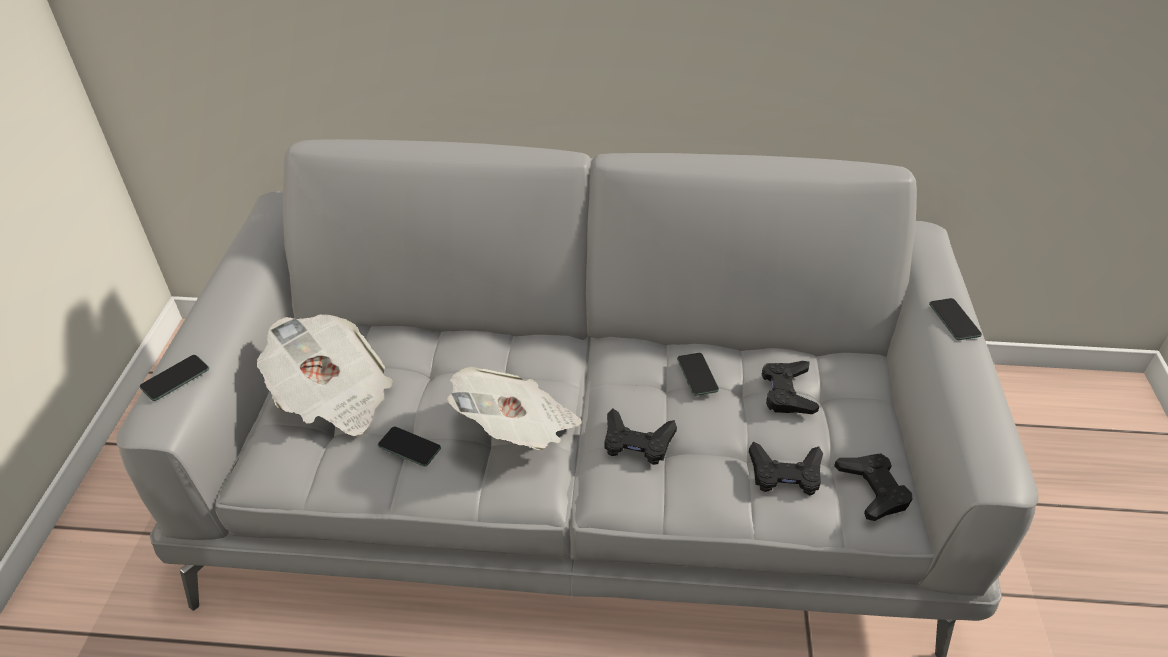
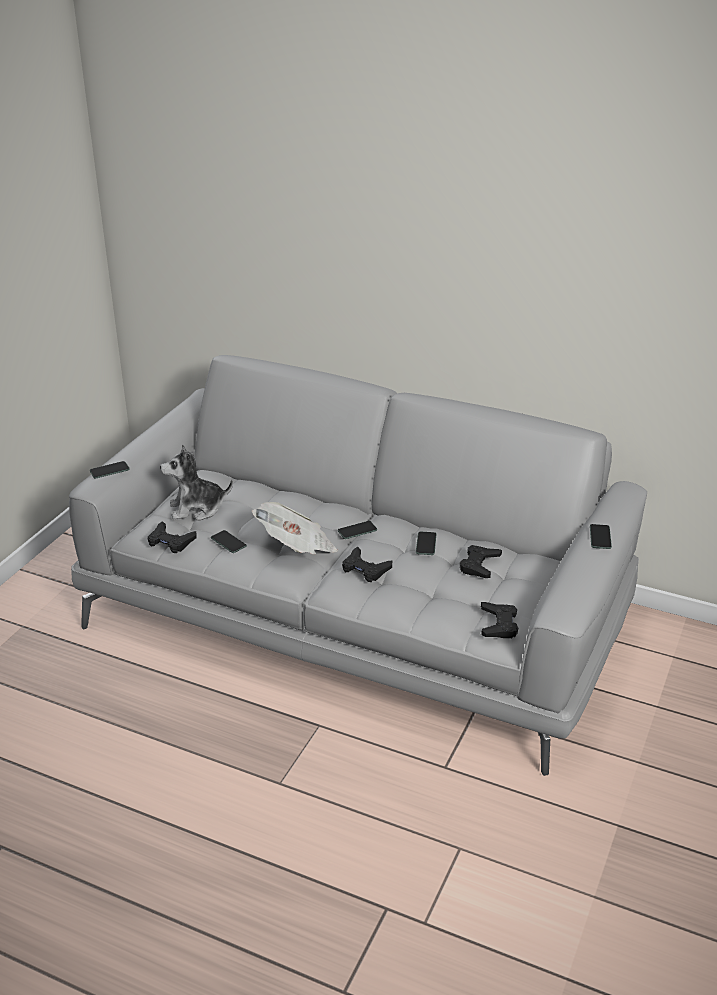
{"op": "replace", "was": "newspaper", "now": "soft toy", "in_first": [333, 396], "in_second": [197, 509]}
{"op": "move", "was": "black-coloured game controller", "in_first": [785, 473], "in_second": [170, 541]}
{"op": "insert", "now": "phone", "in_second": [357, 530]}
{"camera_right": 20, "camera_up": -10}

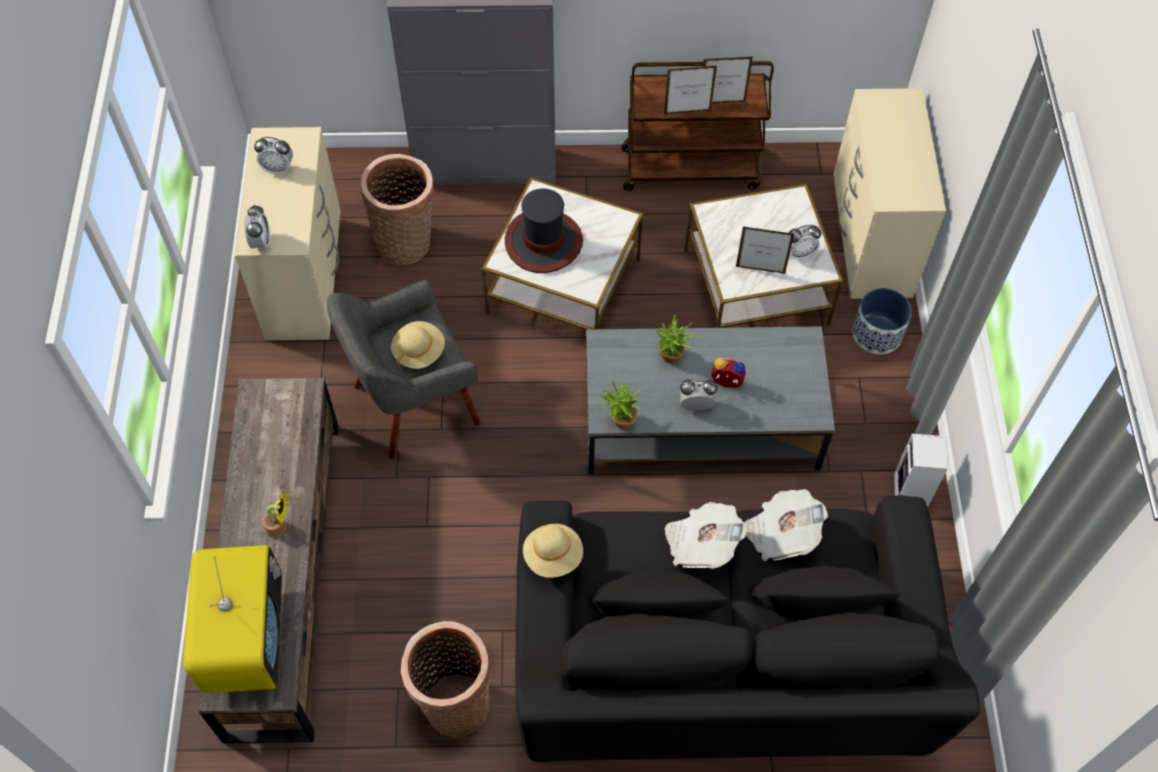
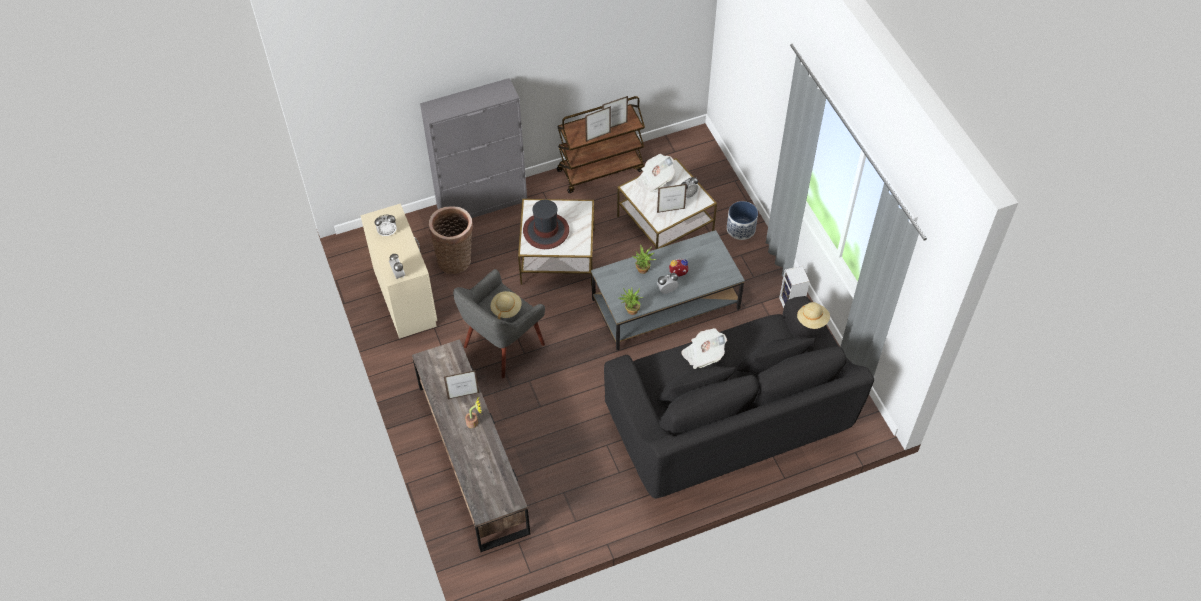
{"op": "delete", "was": "sand-coloured dresser", "in_first": [869, 239]}
{"op": "move", "was": "newspaper", "in_first": [781, 533], "in_second": [654, 179]}
{"op": "move", "was": "sand-coloured clothing hat", "in_first": [553, 556], "in_second": [812, 320]}
{"op": "delete", "was": "TV", "in_first": [245, 637]}
{"op": "delete", "was": "storage basket", "in_first": [453, 701]}
{"op": "insert", "now": "standing frame", "in_second": [463, 396]}
{"camera_right": -20, "camera_up": -5}

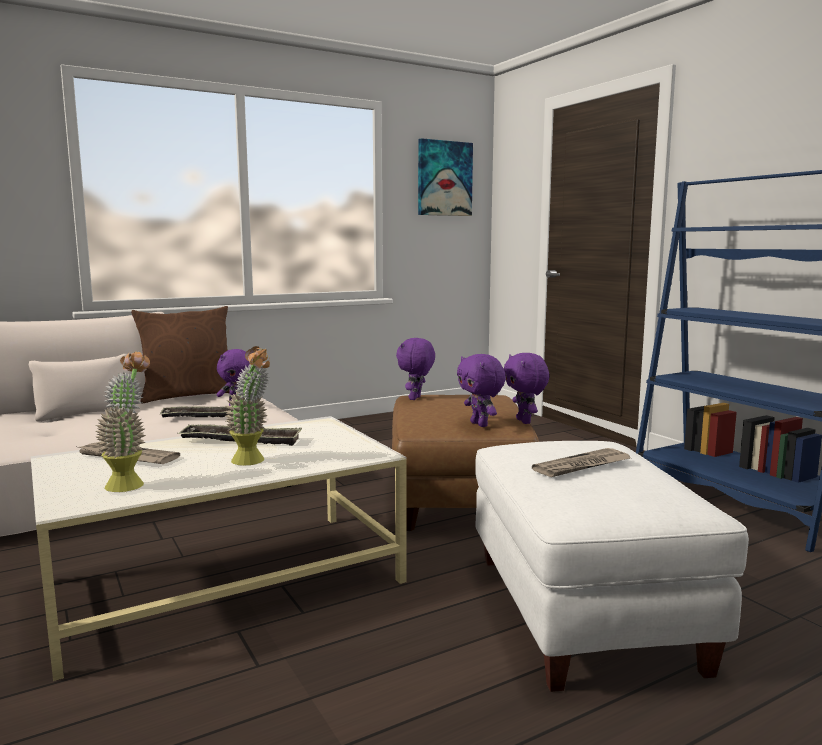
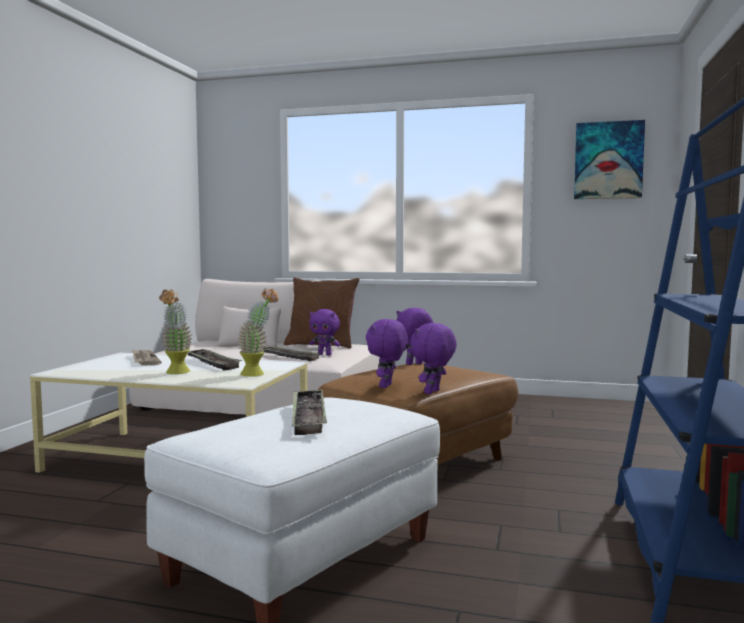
{"op": "move", "was": "houseplant", "in_first": [130, 482], "in_second": [258, 373]}
{"op": "replace", "was": "newspaper", "now": "serving tray", "in_first": [582, 466], "in_second": [308, 417]}
{"camera_right": 45, "camera_up": -5}

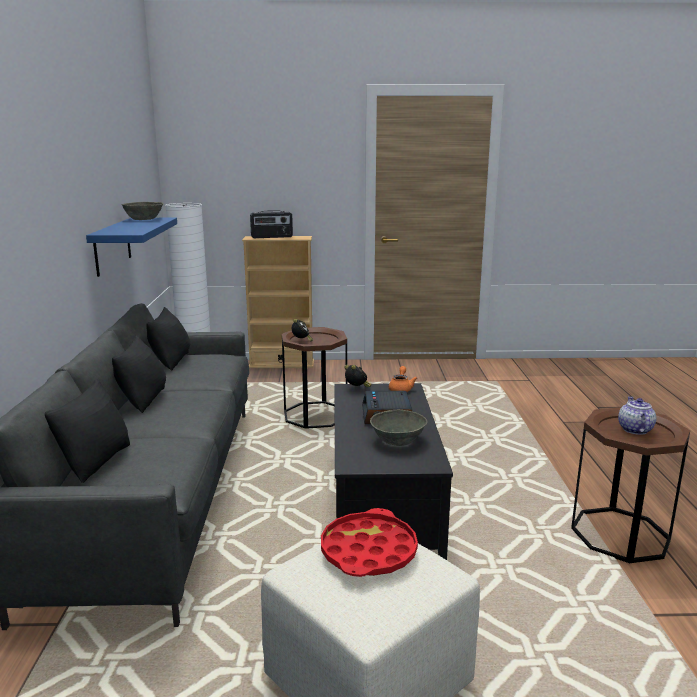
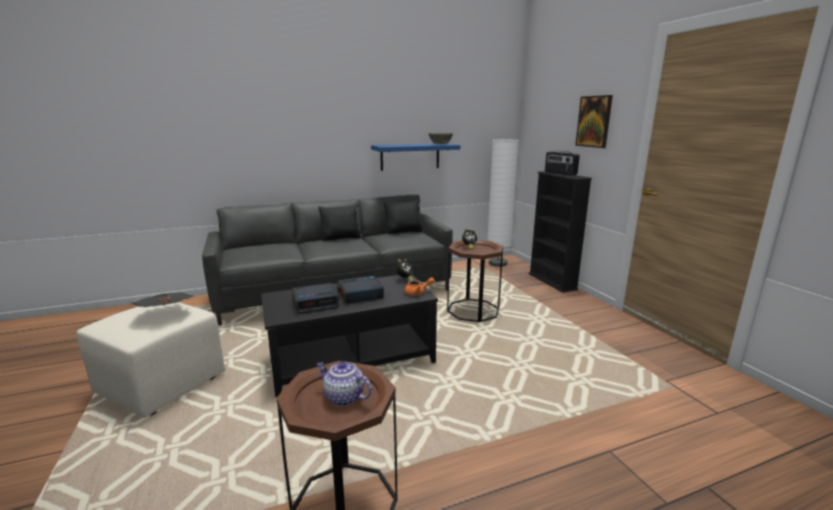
{"op": "recolor", "was": "sand-coloured shelving unit", "now": "black-coloured shelving unit", "in_first": [281, 364], "in_second": [552, 281]}
{"op": "delete", "was": "black-coloured throw pillow", "in_first": [96, 461]}
{"op": "rotate", "was": "tea pot", "in_first": [634, 429], "in_second": [343, 397], "clockwise": -135}
{"op": "replace", "was": "greyish bowl", "now": "bedside clock", "in_first": [397, 440], "in_second": [315, 303]}
{"op": "replace", "was": "red serving tray", "now": "newspaper", "in_first": [368, 551], "in_second": [166, 313]}
{"op": "insert", "now": "picture", "in_second": [594, 121]}
{"camera_right": 70, "camera_up": 0}

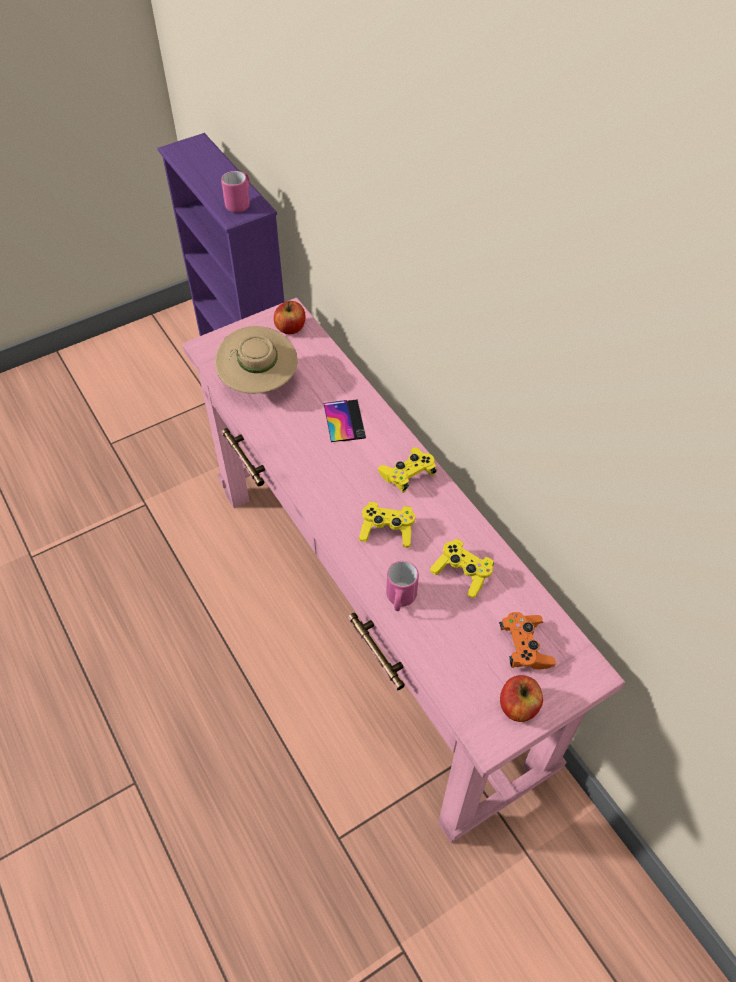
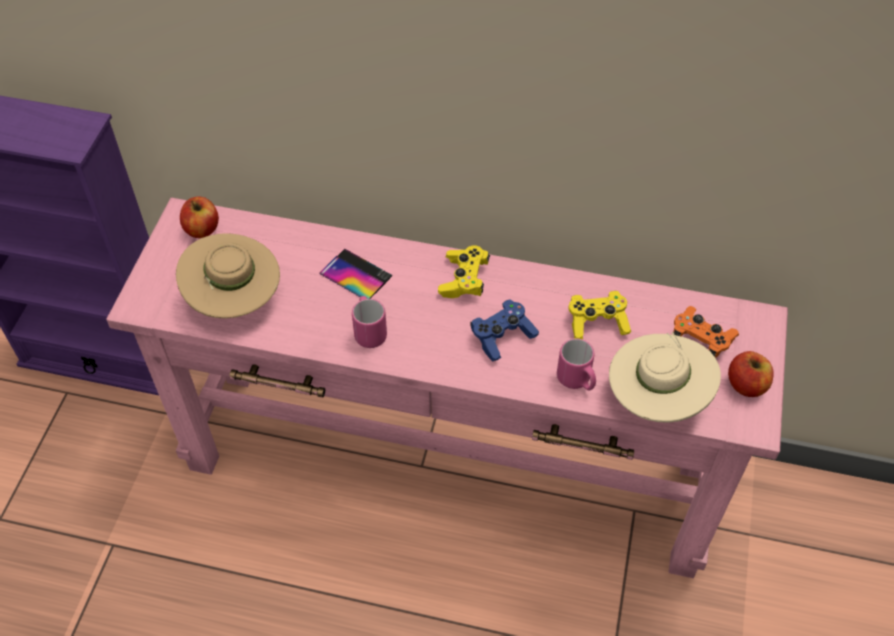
{"op": "move", "was": "pink mug", "in_first": [240, 203], "in_second": [369, 331]}
{"op": "recolor", "was": "yellowish game controller", "now": "blue game controller", "in_first": [387, 531], "in_second": [502, 337]}
{"op": "insert", "now": "sand-coloured clothing hat", "in_second": [656, 398]}
{"camera_right": -45, "camera_up": 0}

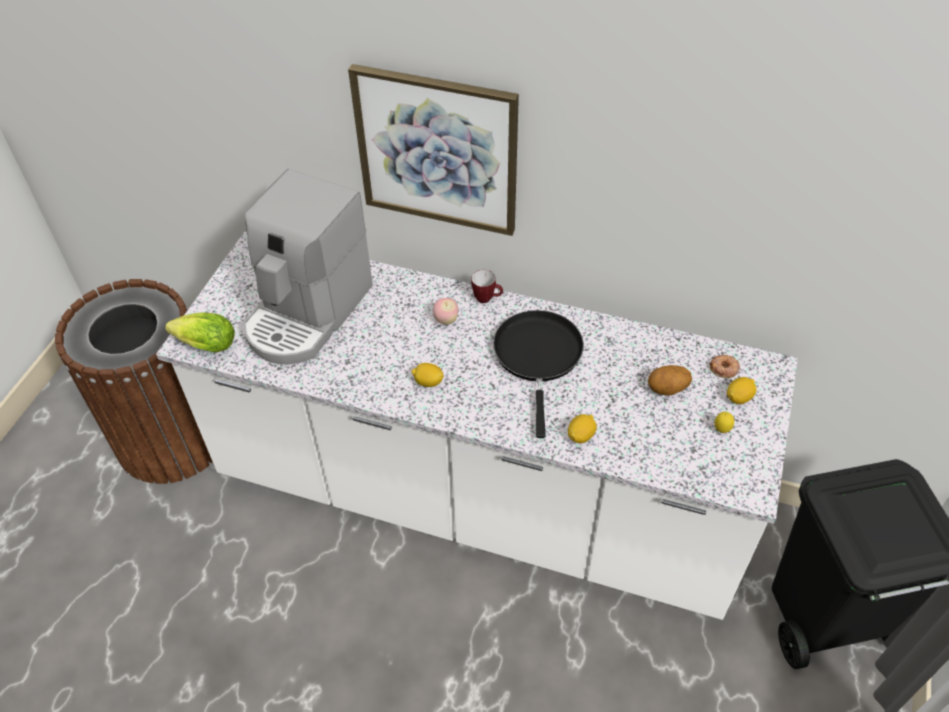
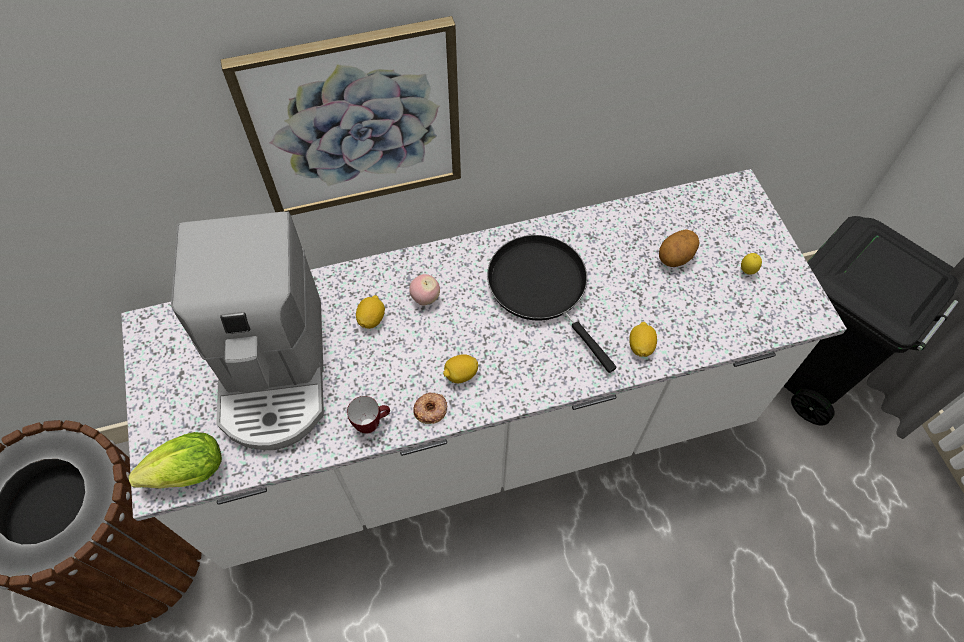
{"op": "move", "was": "mug", "in_first": [487, 299], "in_second": [372, 423]}
{"op": "move", "was": "doughnut", "in_first": [724, 368], "in_second": [431, 410]}
{"op": "move", "was": "whole lemon", "in_first": [739, 397], "in_second": [371, 319]}
{"camera_right": -35, "camera_up": 10}

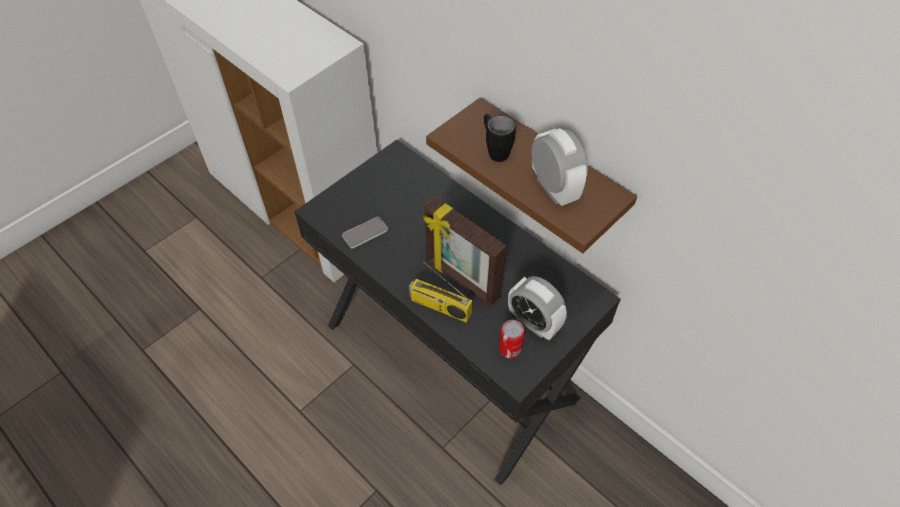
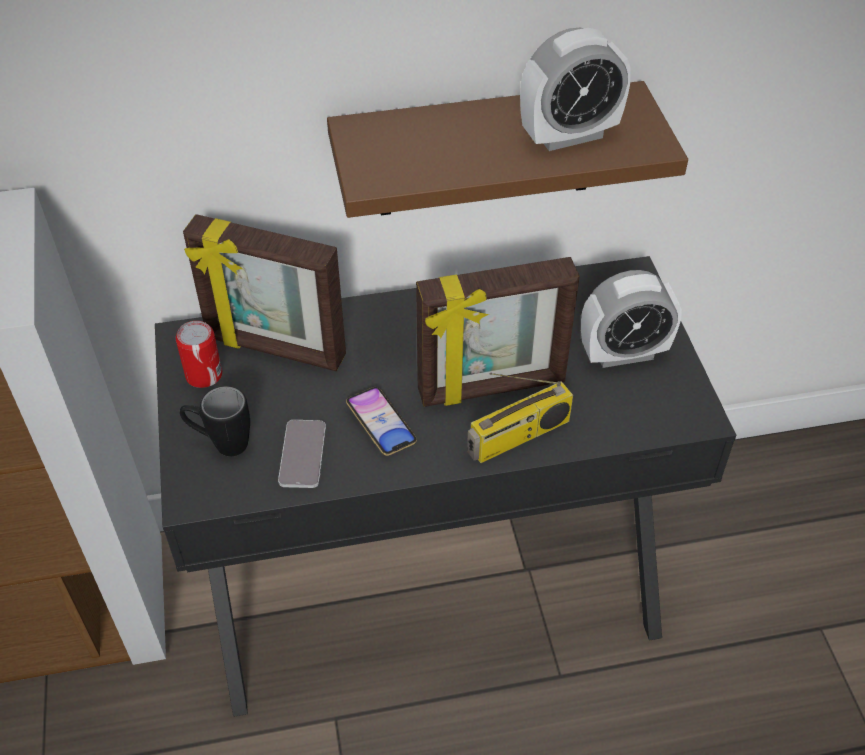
{"op": "move", "was": "black-coloured mug", "in_first": [495, 150], "in_second": [221, 443]}
{"op": "rotate", "was": "bedside clock", "in_first": [554, 188], "in_second": [569, 136], "clockwise": 150}
{"op": "move", "was": "sealed can", "in_first": [510, 348], "in_second": [204, 375]}
{"op": "insert", "now": "standing frame", "in_second": [275, 349]}
{"op": "insert", "now": "phone", "in_second": [381, 424]}
{"camera_right": -55, "camera_up": -5}

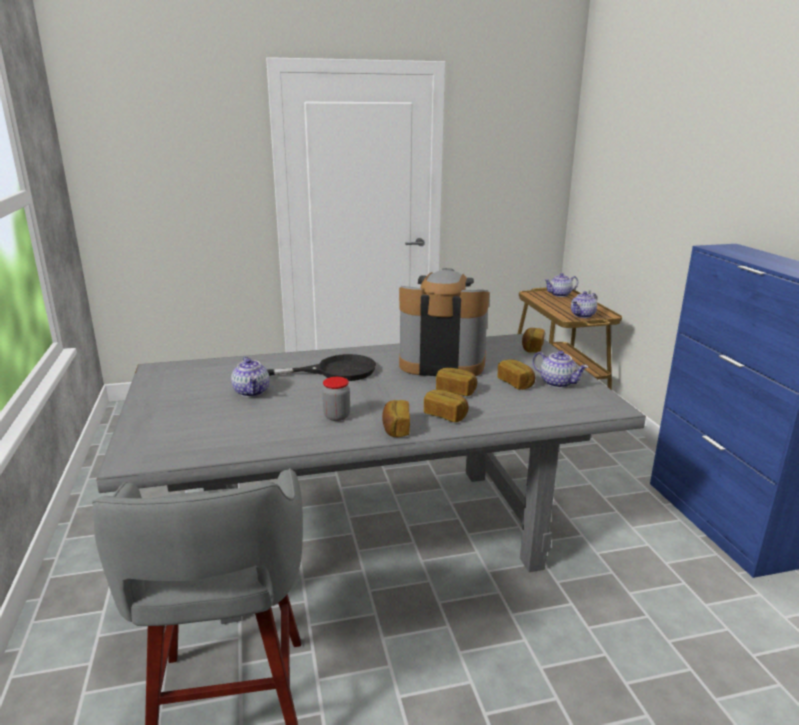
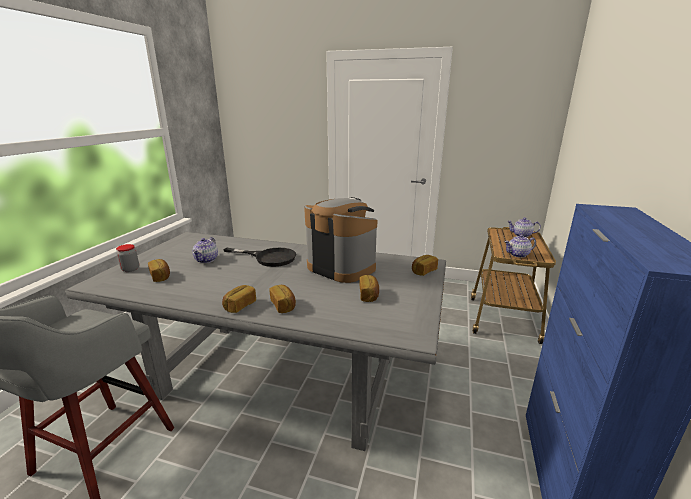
{"op": "delete", "was": "tea pot", "in_first": [558, 383]}
{"op": "move", "was": "bakery bread", "in_first": [455, 390], "in_second": [161, 276]}
{"op": "move", "was": "preserve jar", "in_first": [337, 416], "in_second": [130, 269]}
{"camera_right": 30, "camera_up": 0}

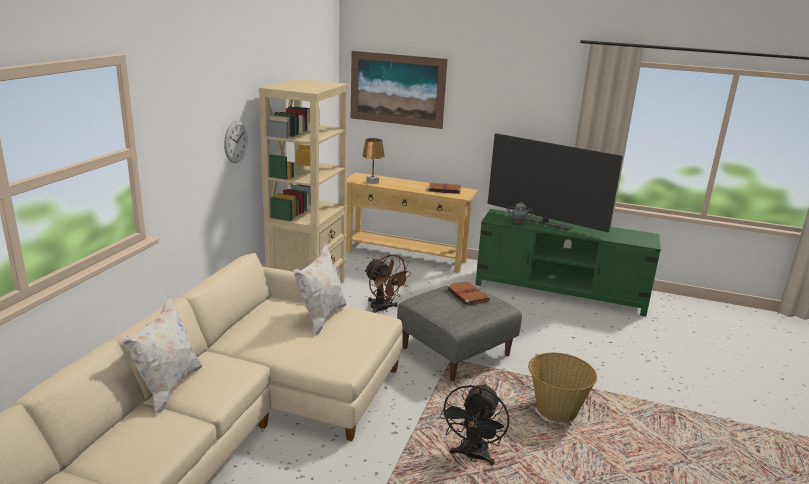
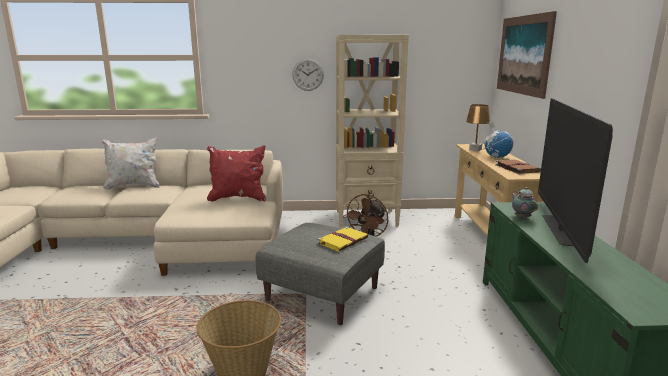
{"op": "recolor", "was": "white-coloured throw pillow", "now": "red throw pillow", "in_first": [321, 318], "in_second": [238, 198]}
{"op": "recolor", "was": "brown-coloured bound book", "now": "yellowish bound book", "in_first": [466, 295], "in_second": [343, 240]}
{"op": "delete", "was": "black-coloured electric fan", "in_first": [472, 456]}
{"op": "insert", "now": "globe", "in_second": [496, 157]}
{"camera_right": 70, "camera_up": -5}

